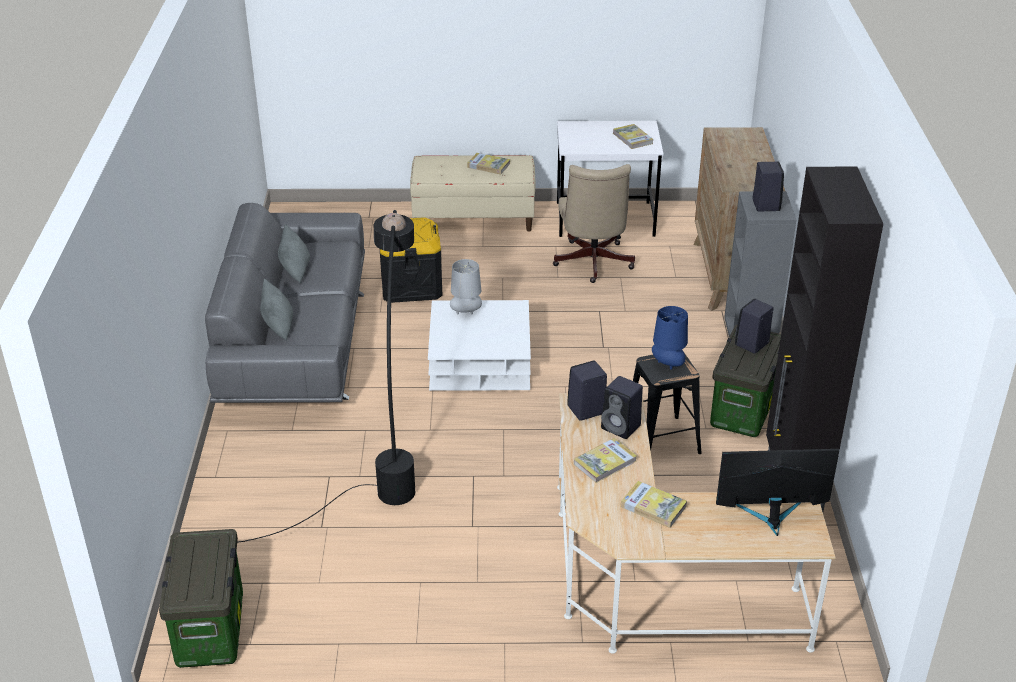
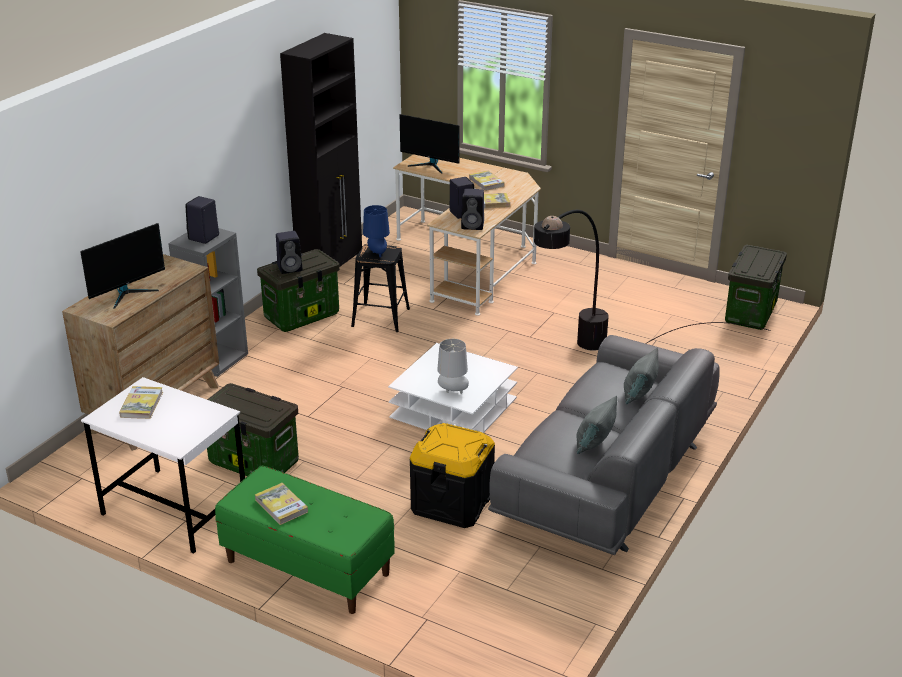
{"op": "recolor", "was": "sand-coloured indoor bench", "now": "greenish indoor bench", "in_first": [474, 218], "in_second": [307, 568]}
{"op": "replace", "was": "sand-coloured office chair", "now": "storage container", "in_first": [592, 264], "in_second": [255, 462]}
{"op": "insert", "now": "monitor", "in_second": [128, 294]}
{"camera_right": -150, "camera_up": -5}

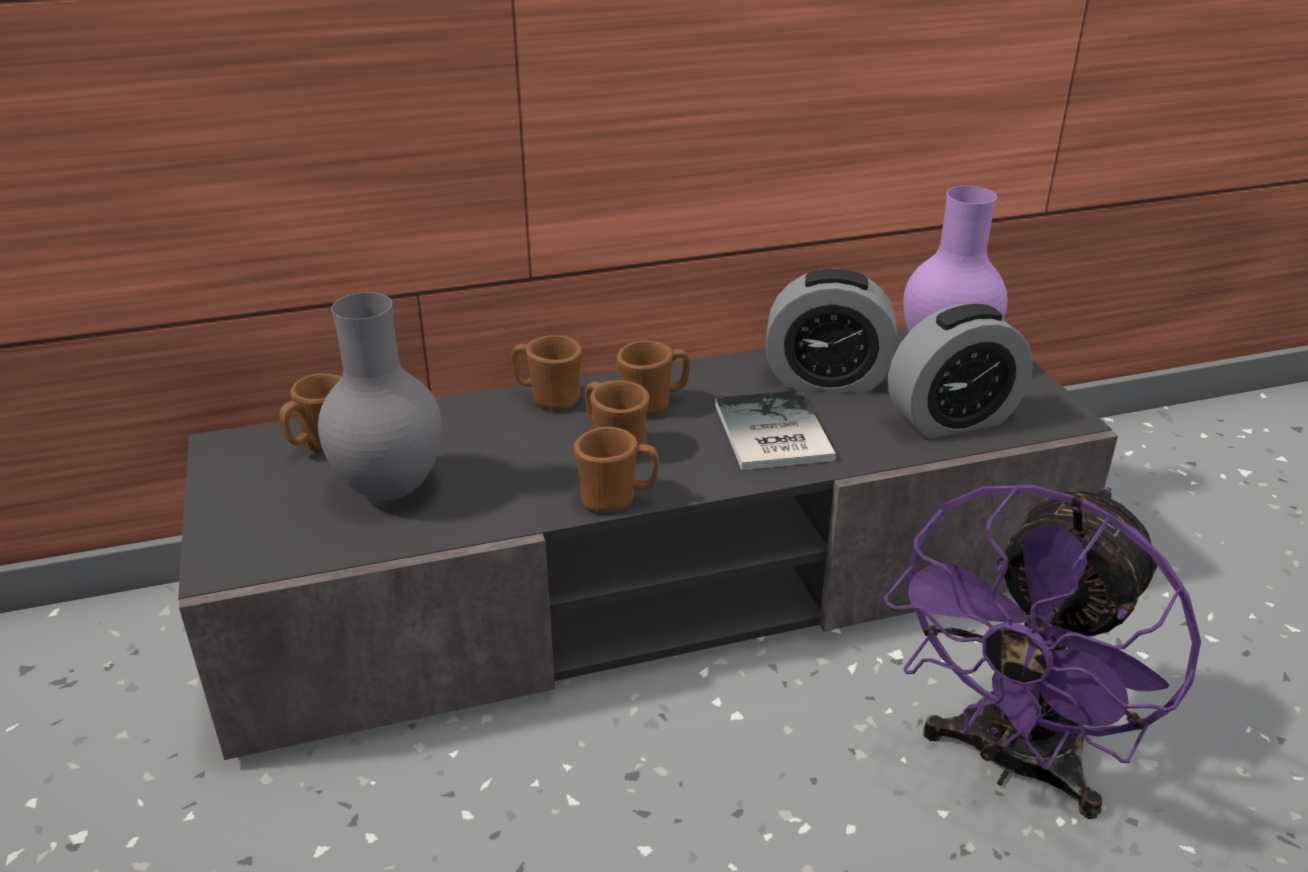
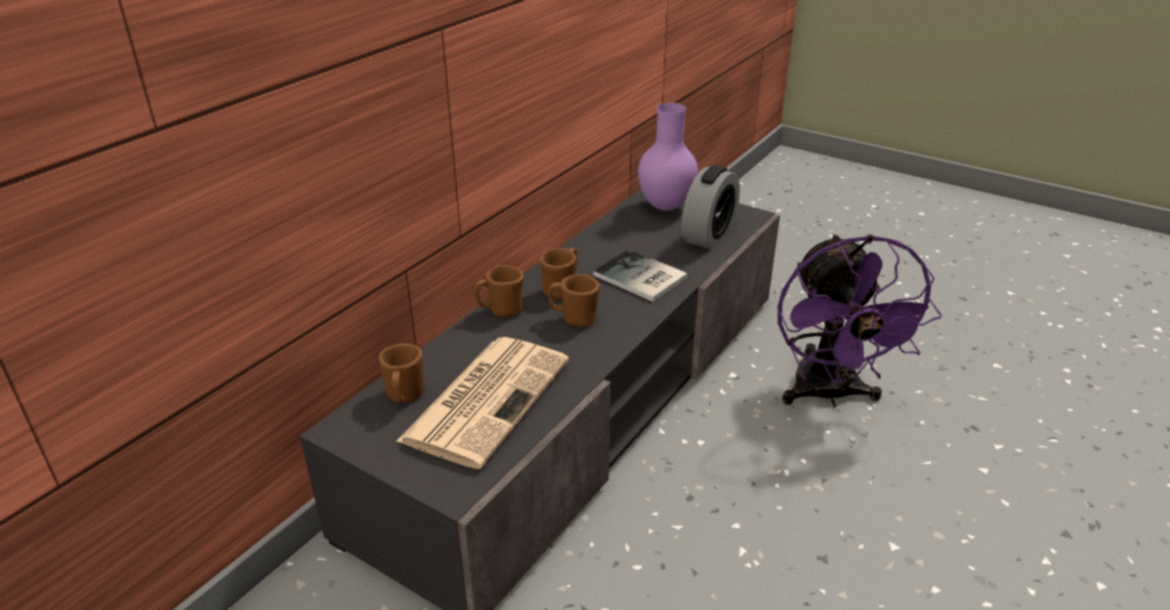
{"op": "delete", "was": "bedside clock", "in_first": [827, 379]}
{"op": "replace", "was": "greyish flower vase", "now": "newspaper", "in_first": [392, 488], "in_second": [487, 398]}
{"op": "delete", "was": "brown-coloured mug", "in_first": [617, 499]}
{"camera_right": -40, "camera_up": 0}

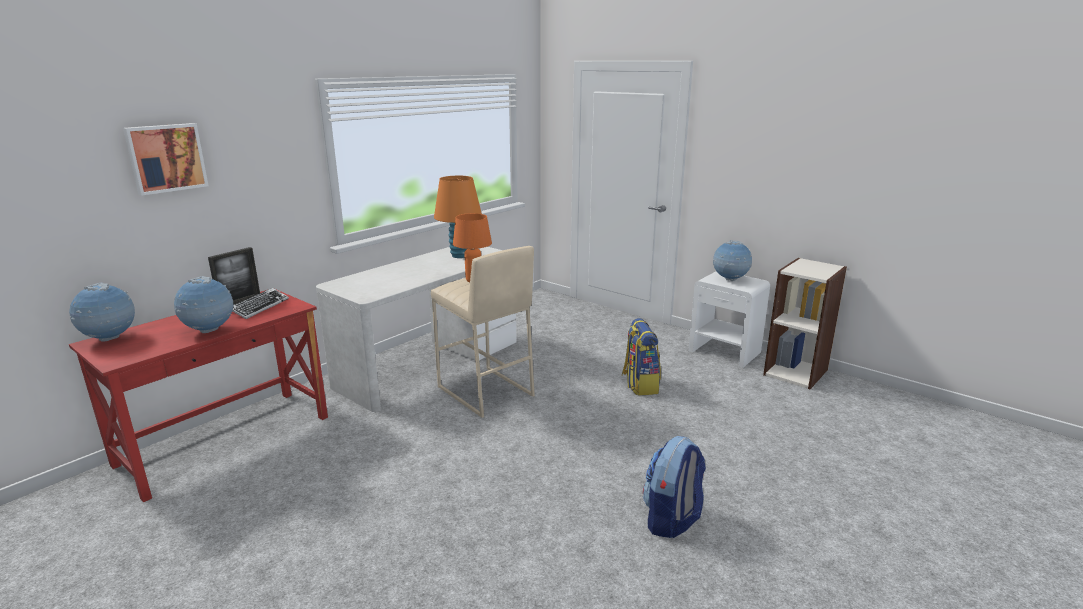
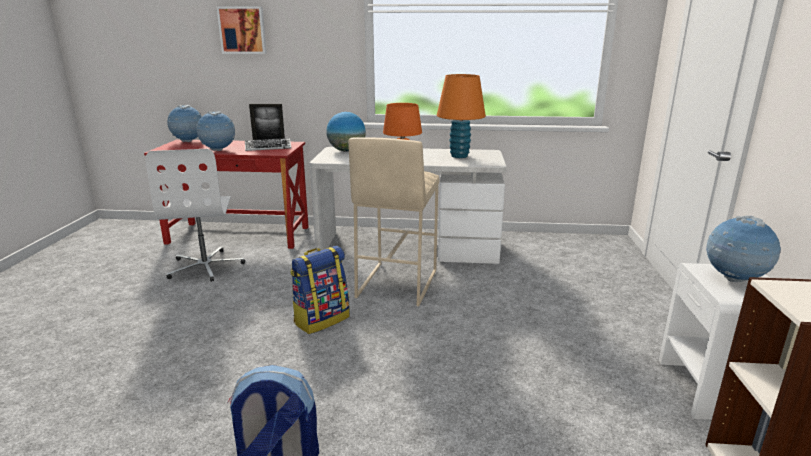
{"op": "move", "was": "knapsack", "in_first": [639, 384], "in_second": [321, 319]}
{"op": "insert", "now": "globe", "in_second": [346, 151]}
{"op": "insert", "now": "white-coloured office chair", "in_second": [206, 266]}
{"camera_right": 55, "camera_up": 0}

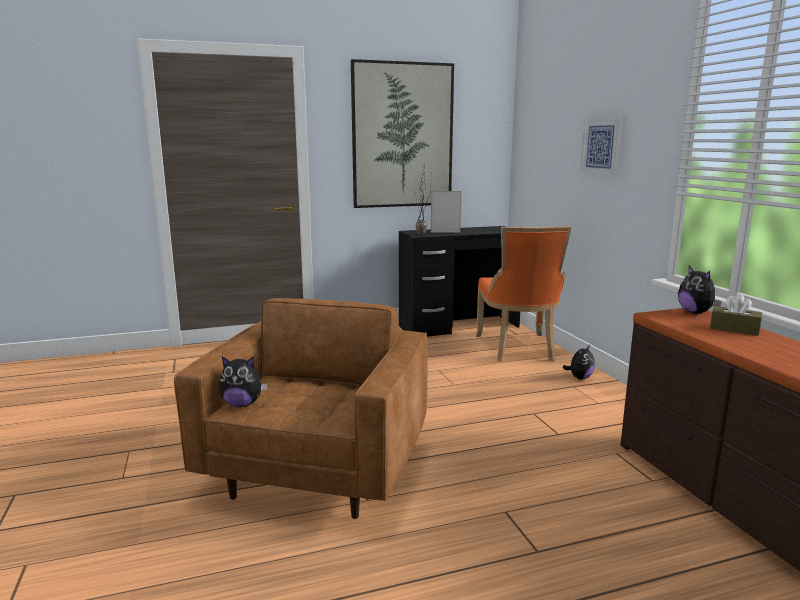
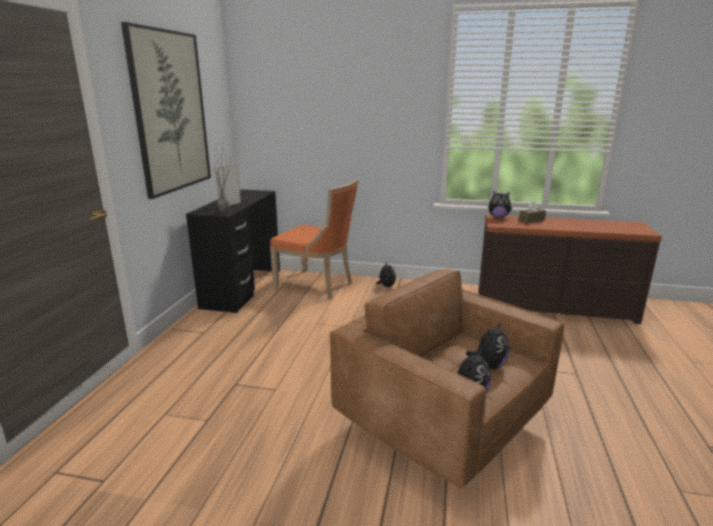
{"op": "delete", "was": "picture", "in_first": [602, 146]}
{"op": "insert", "now": "soft toy", "in_second": [489, 366]}
{"camera_right": -60, "camera_up": 5}

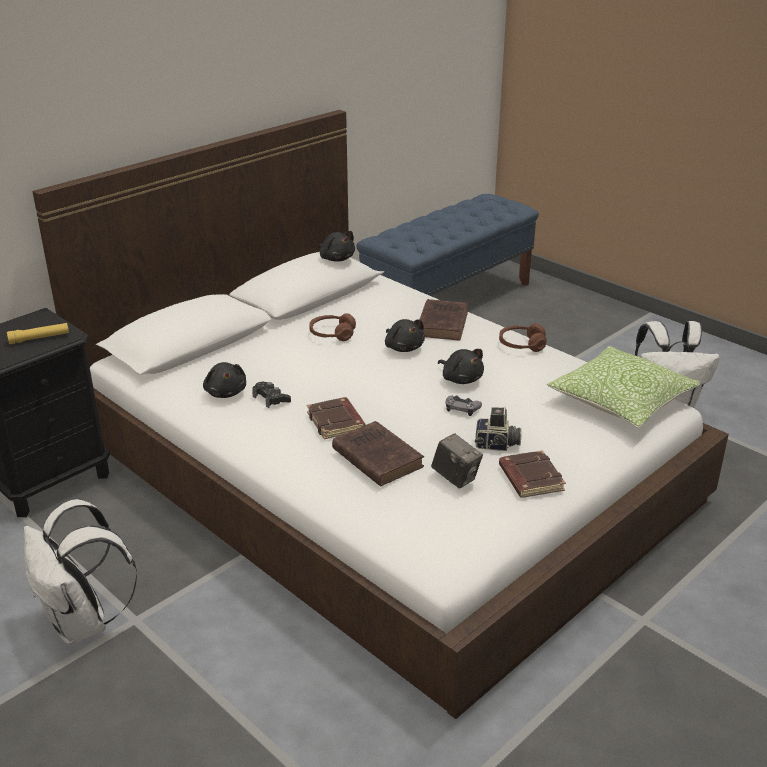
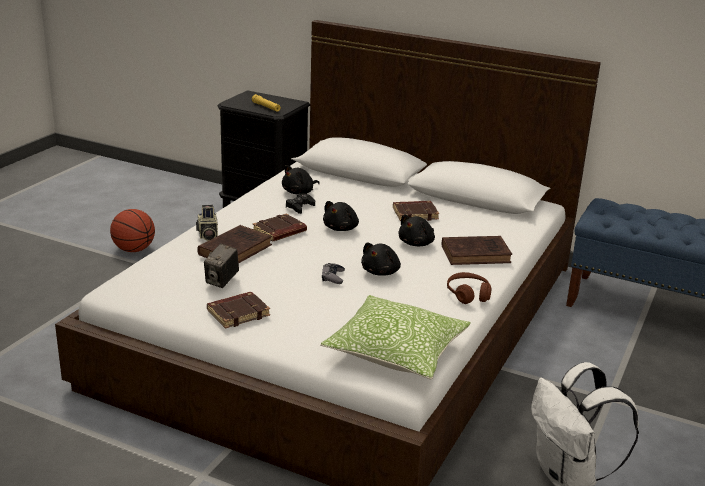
{"op": "move", "was": "black-coloured soft toy", "in_first": [336, 258], "in_second": [341, 228]}
{"op": "replace", "was": "brown-coloured pair of headphones", "now": "brown-coloured bound book", "in_first": [332, 334], "in_second": [415, 214]}
{"op": "move", "was": "still camera", "in_first": [497, 445], "in_second": [207, 235]}
{"op": "replace", "was": "white-coloured knapsack", "now": "basketball", "in_first": [83, 623], "in_second": [134, 250]}
{"camera_right": 70, "camera_up": -5}

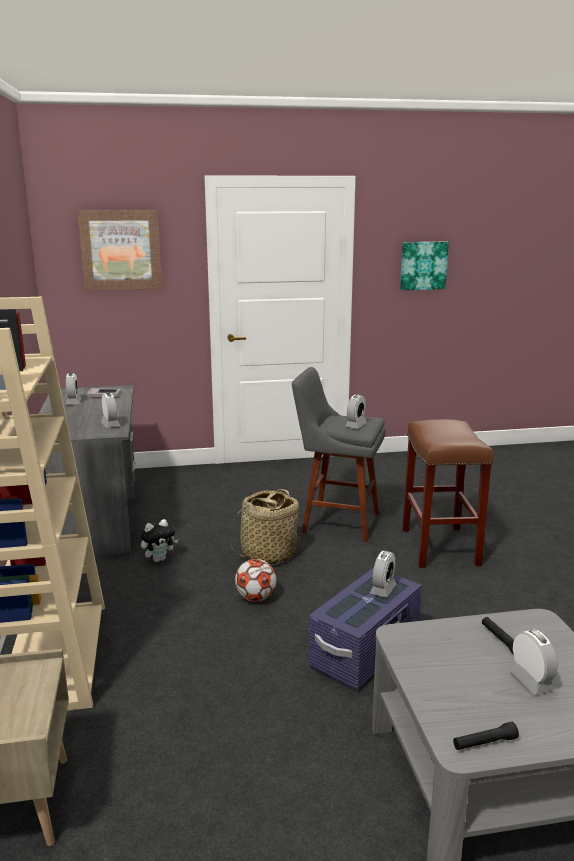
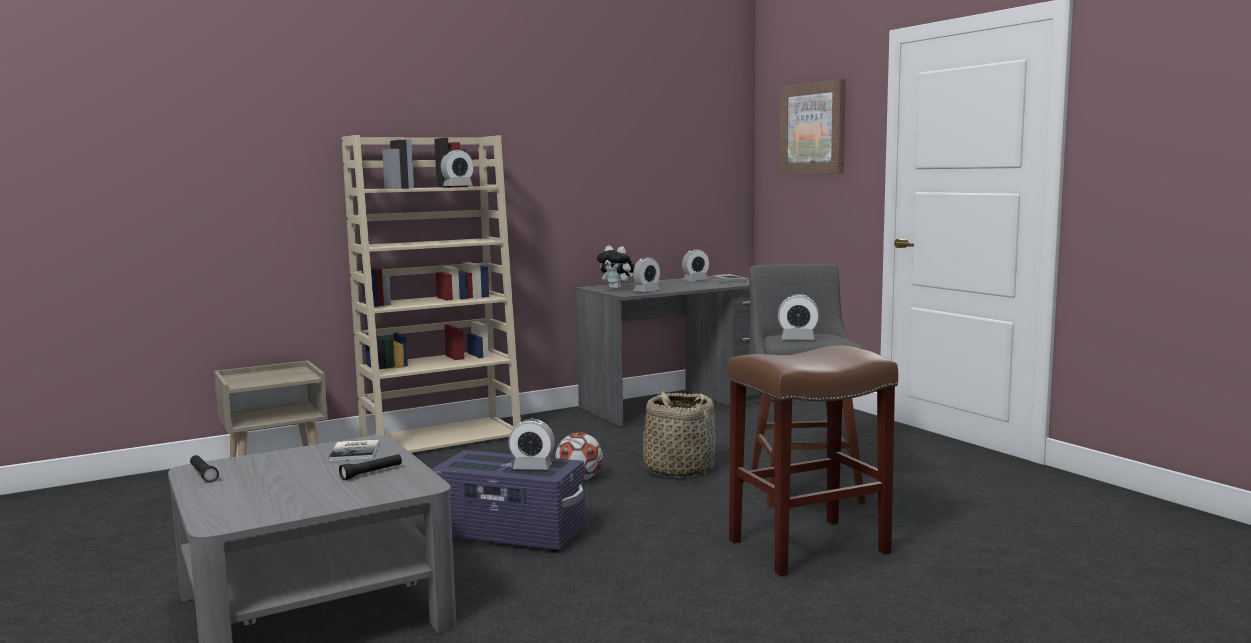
{"op": "delete", "was": "picture", "in_first": [423, 265]}
{"op": "move", "was": "soft toy", "in_first": [159, 559], "in_second": [617, 289]}
{"op": "move", "was": "bedside clock", "in_first": [531, 681], "in_second": [458, 187]}
{"op": "insert", "now": "bound book", "in_second": [356, 451]}
{"camera_right": 70, "camera_up": -10}

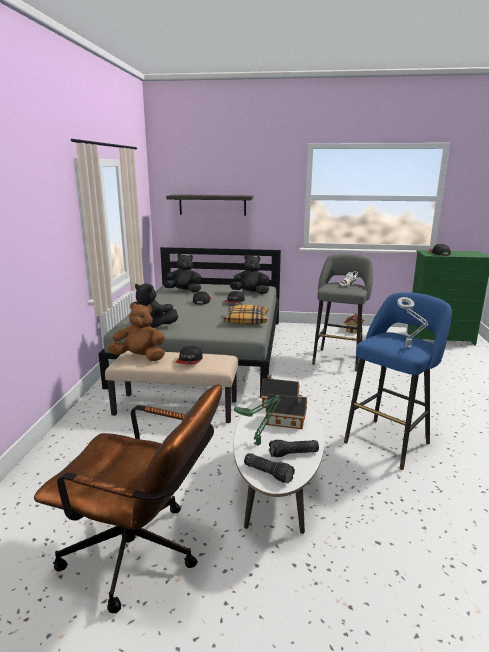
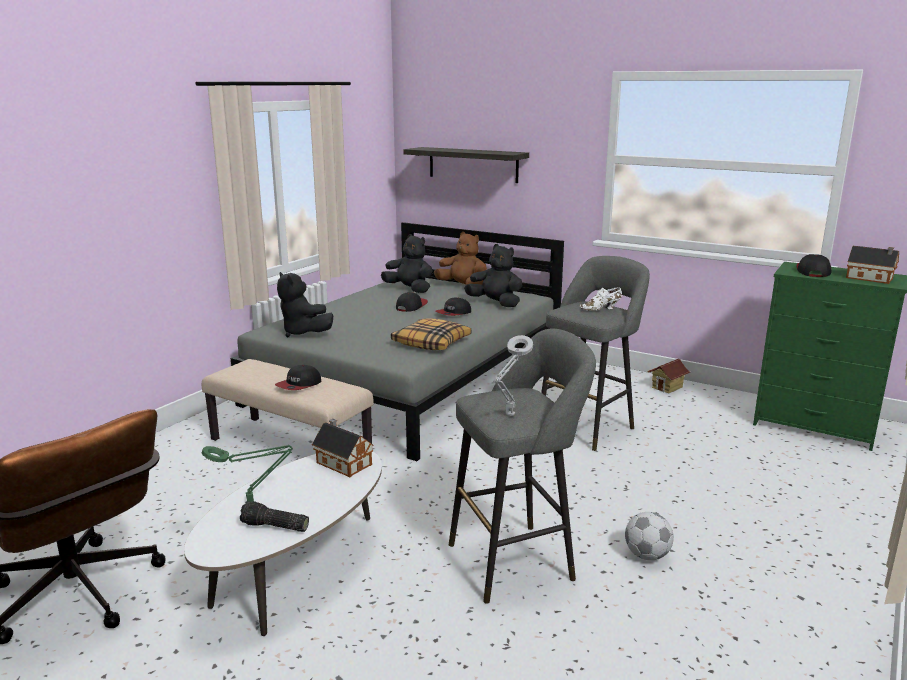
{"op": "recolor", "was": "blue stool", "now": "greyish stool", "in_first": [389, 441], "in_second": [517, 560]}
{"op": "move", "was": "brown-coloured soft toy", "in_first": [140, 357], "in_second": [462, 286]}
{"op": "move", "was": "miniature house", "in_first": [287, 421], "in_second": [871, 278]}
{"op": "delete", "was": "hand torch", "in_first": [269, 473]}
{"op": "insert", "now": "football ball", "in_second": [646, 555]}
{"camera_right": 25, "camera_up": 0}

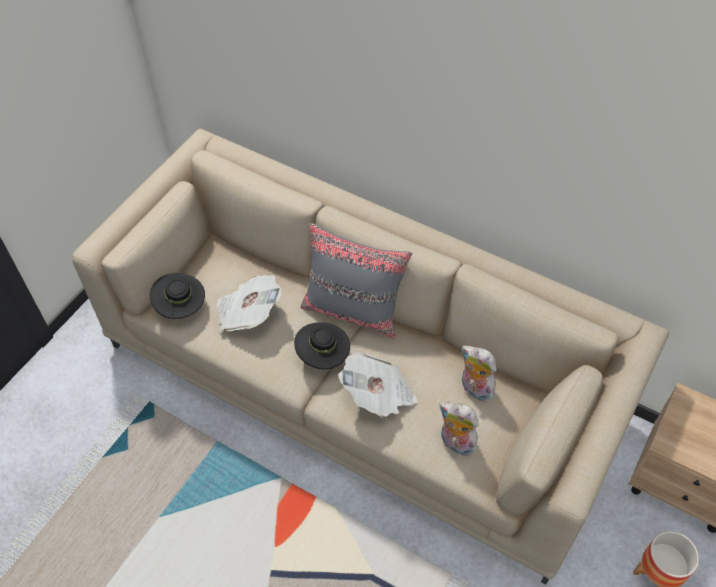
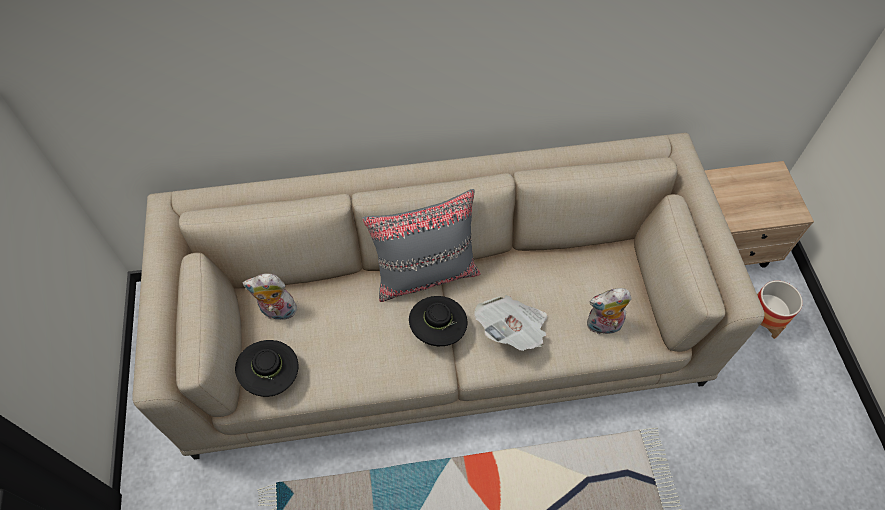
{"op": "delete", "was": "newspaper", "in_first": [248, 313]}
{"op": "move", "was": "soft toy", "in_first": [474, 389], "in_second": [277, 312]}
{"camera_right": -40, "camera_up": 5}

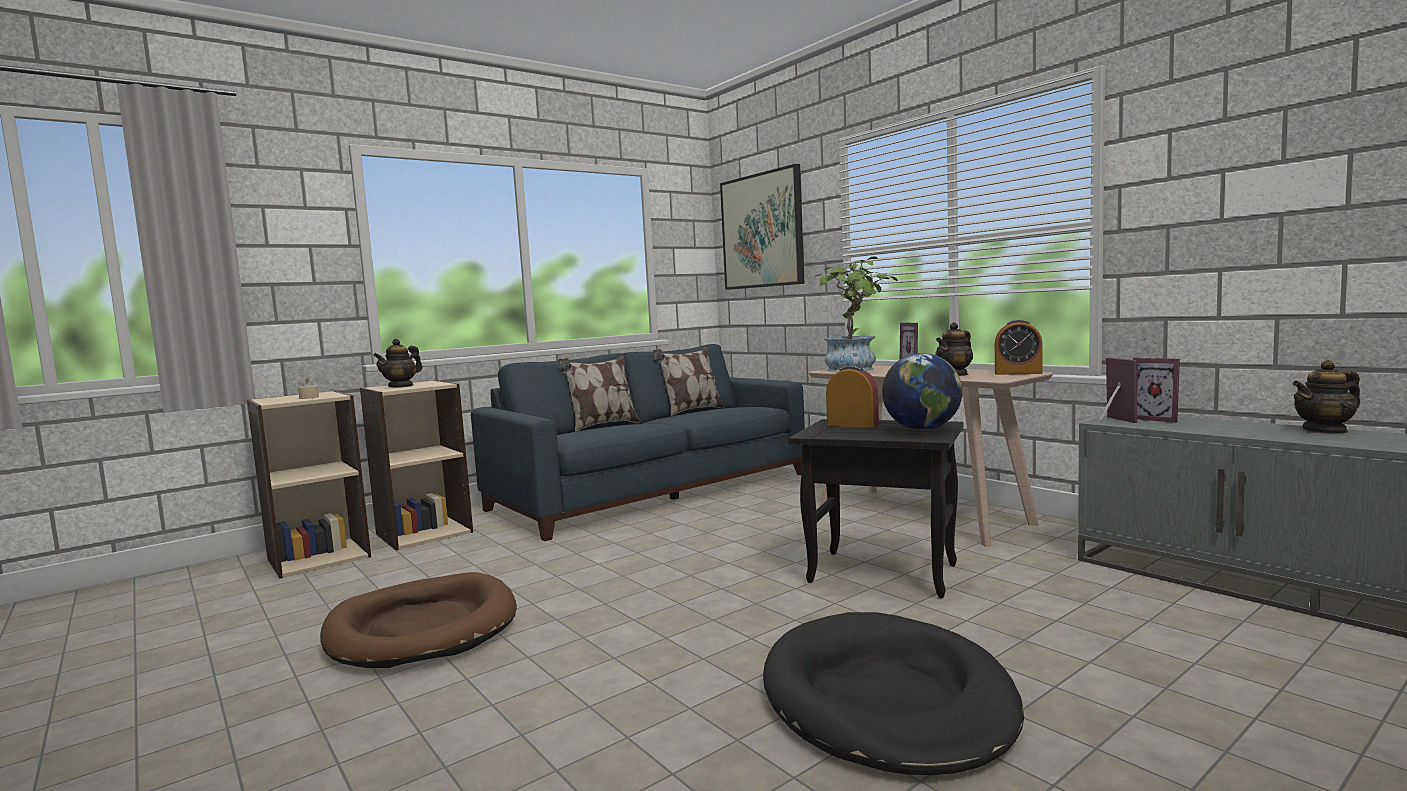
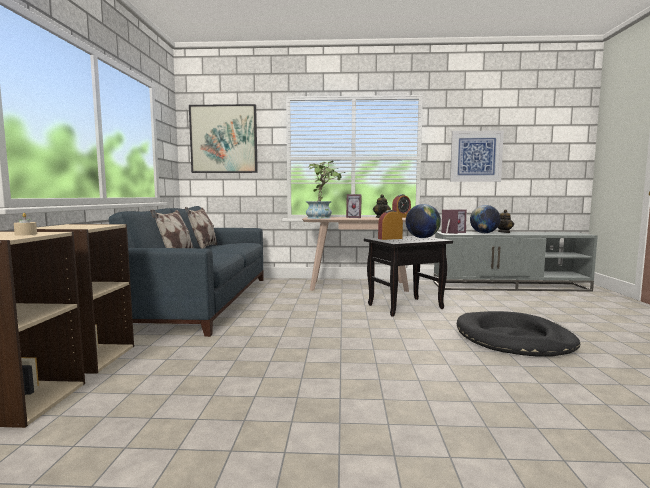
{"op": "delete", "was": "tea pot", "in_first": [401, 386]}
{"op": "delete", "was": "brown-coloured dog bed", "in_first": [422, 628]}
{"op": "insert", "now": "picture", "in_second": [476, 156]}
{"op": "insert", "now": "globe", "in_second": [484, 233]}
{"camera_right": -50, "camera_up": 0}

